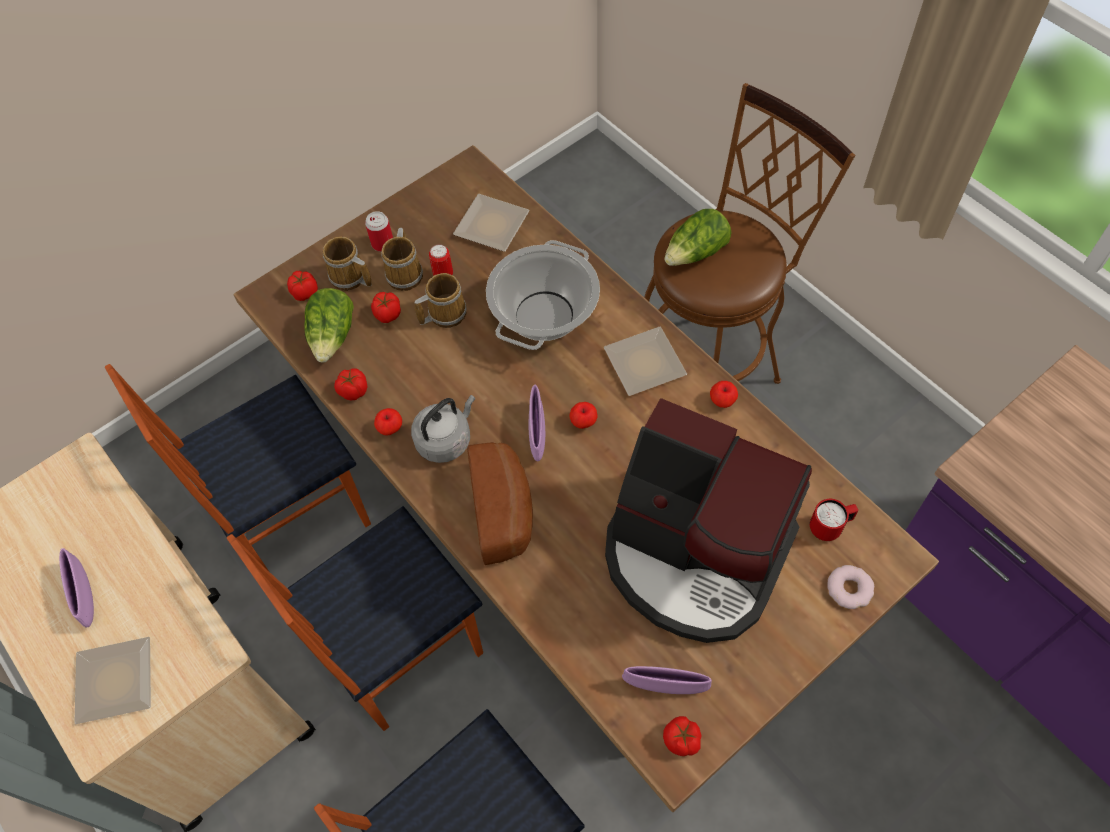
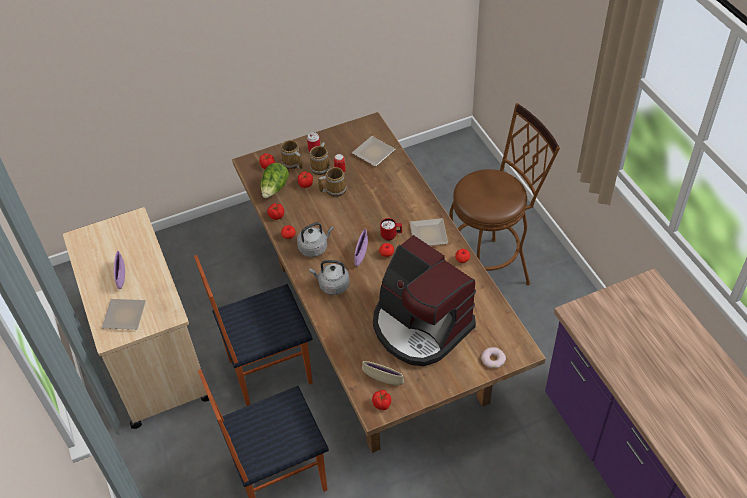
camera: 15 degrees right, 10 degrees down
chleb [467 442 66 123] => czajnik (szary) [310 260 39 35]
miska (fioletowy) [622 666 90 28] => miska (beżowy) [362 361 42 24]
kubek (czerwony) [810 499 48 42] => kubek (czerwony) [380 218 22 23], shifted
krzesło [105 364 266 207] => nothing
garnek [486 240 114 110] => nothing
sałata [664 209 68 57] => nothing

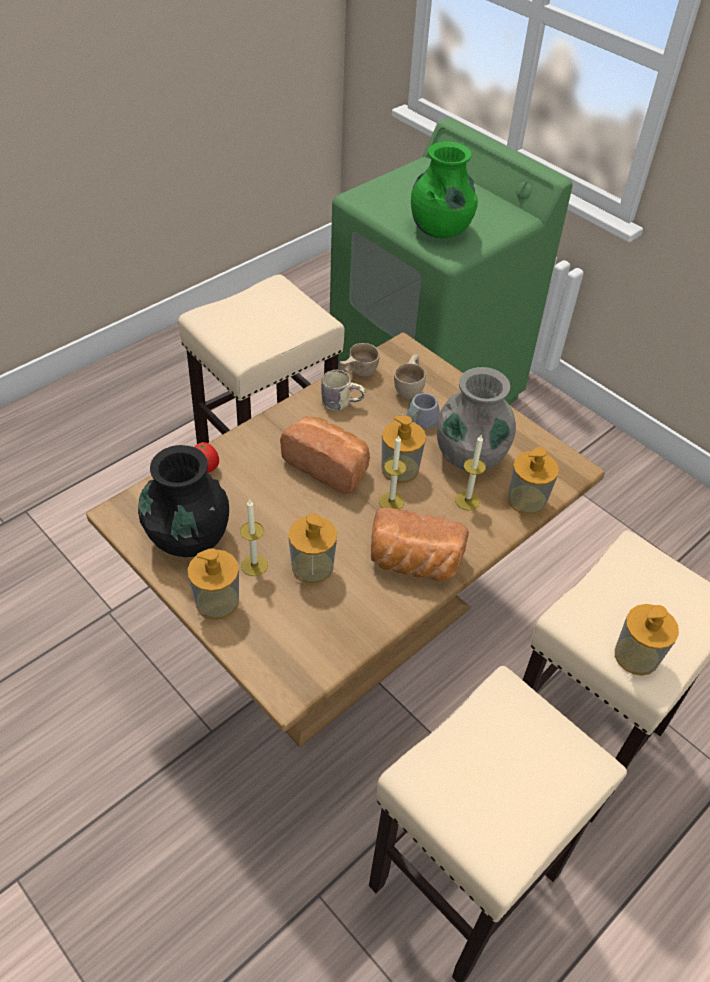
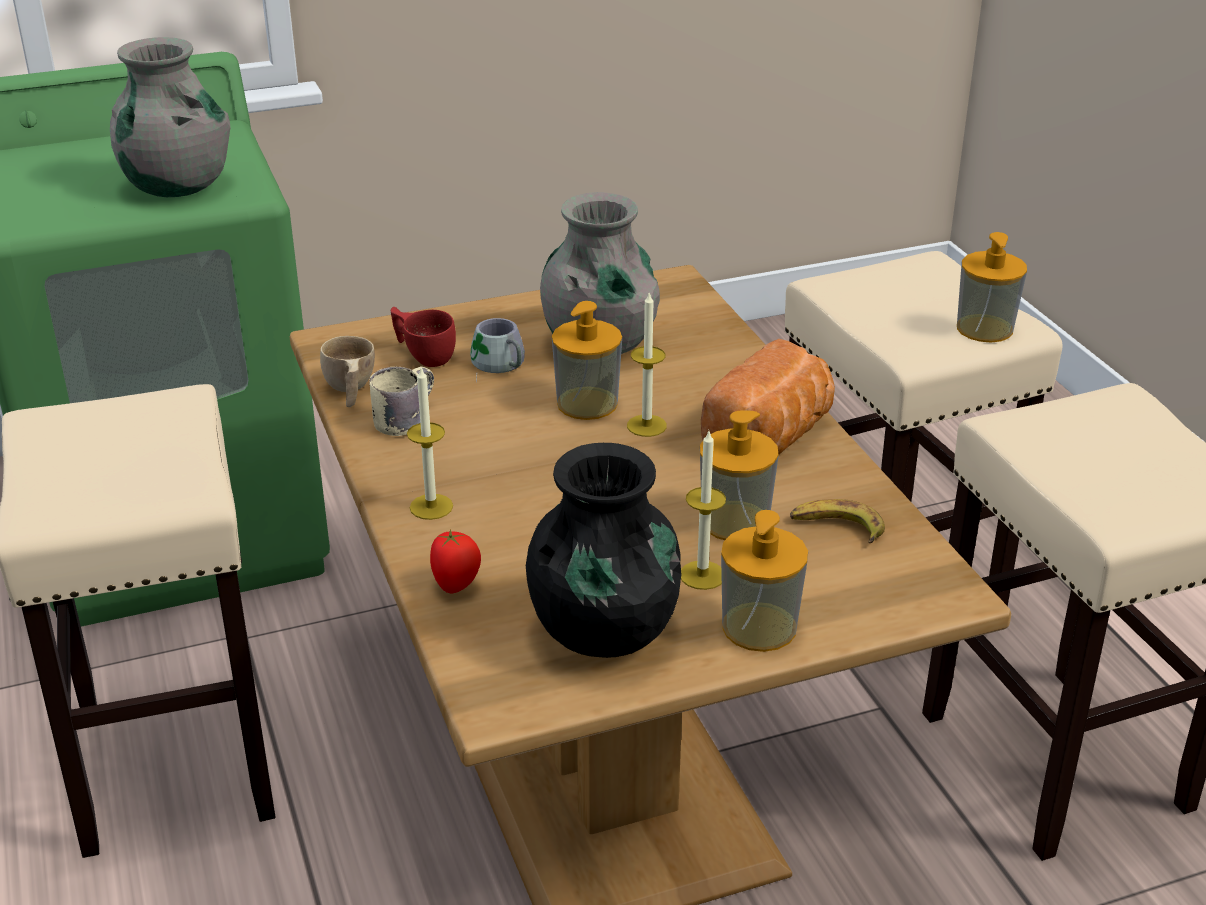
camera: 65 degrees left, 15 degrees down
wazon (zielony) [411 141 67 97] => wazon (szary) [110 37 121 160]
filiżanka (beżowy) [394 354 32 45] => filiżanka (czerwony) [391 307 65 60]
świeca [455 435 31 76] => świeca [407 368 46 152], shifted
nothing => banan [790 499 95 44]
chleb [280 416 90 78] => nothing
dozownik mydła [508 447 51 68] => nothing

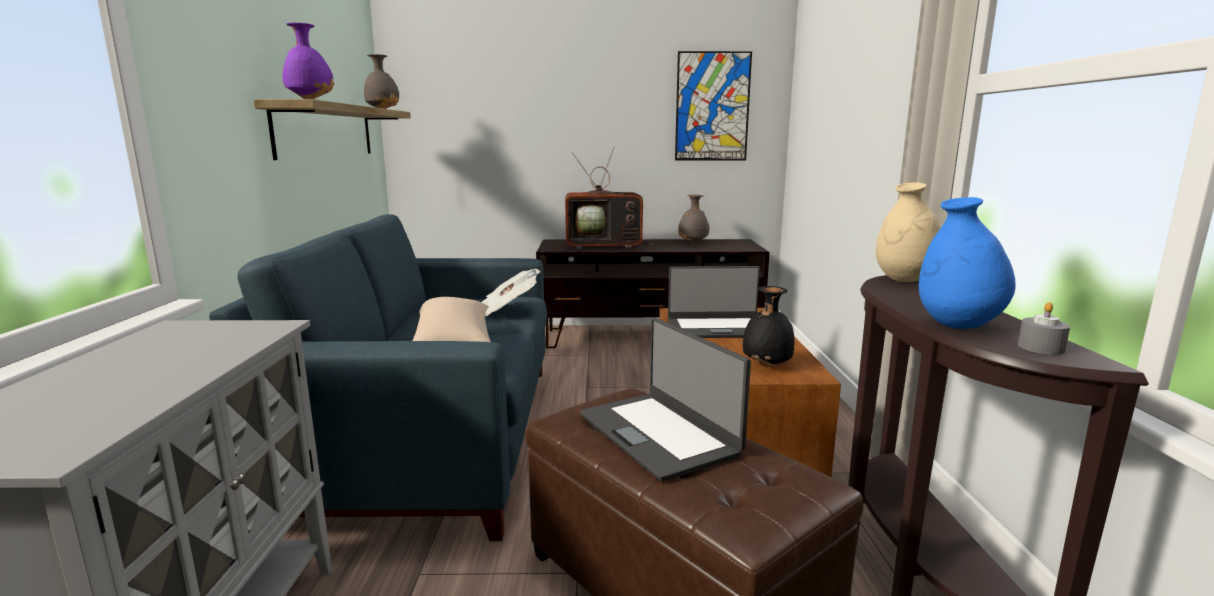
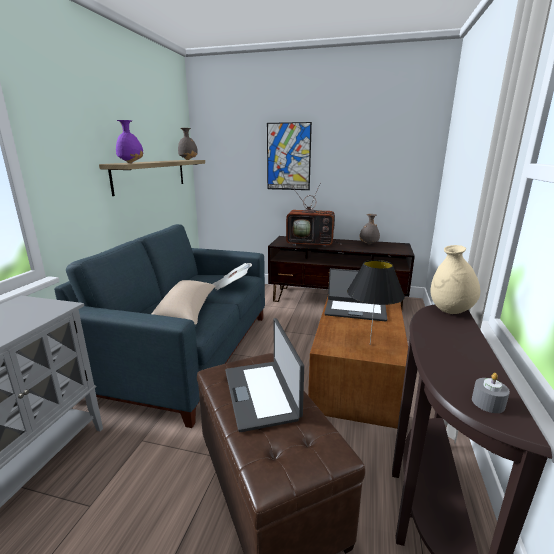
camera: 15 degrees right, 5 degrees up
obraz [675 51 77 110] => obraz [267 122 45 68], shifted
wazon (czarny) [743 286 51 81] => lampa stołowa (czarny) [347 260 58 84]
wazon (niebieski) [919 197 97 132] => nothing

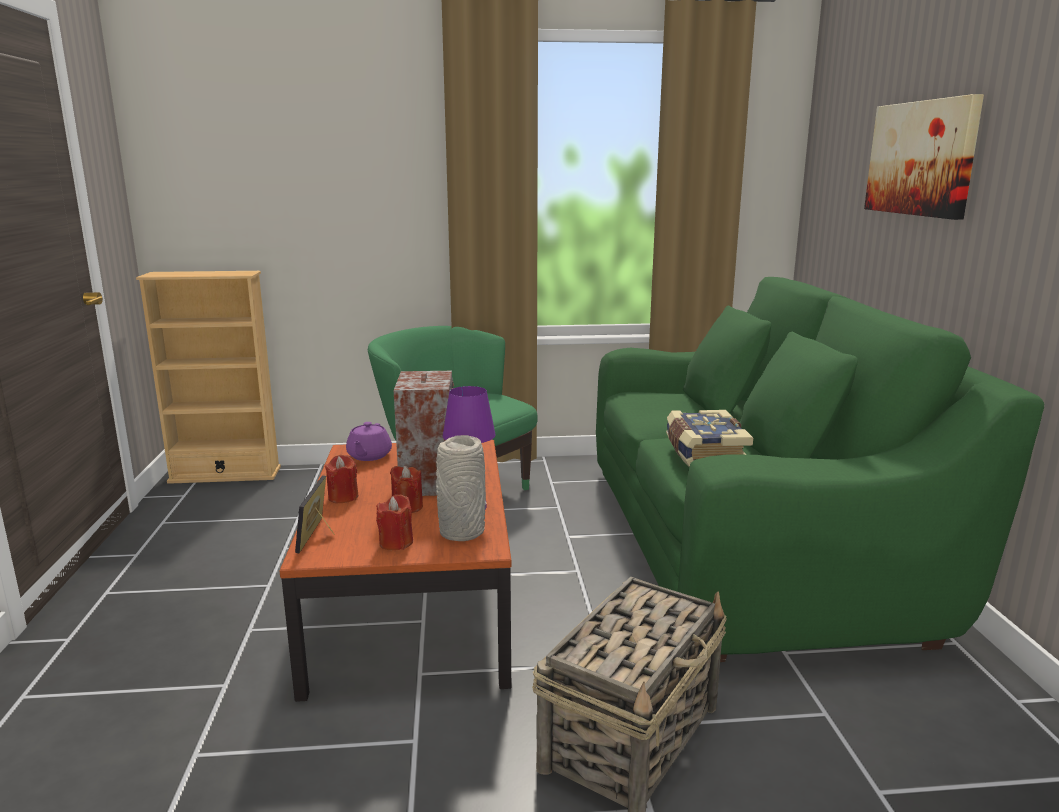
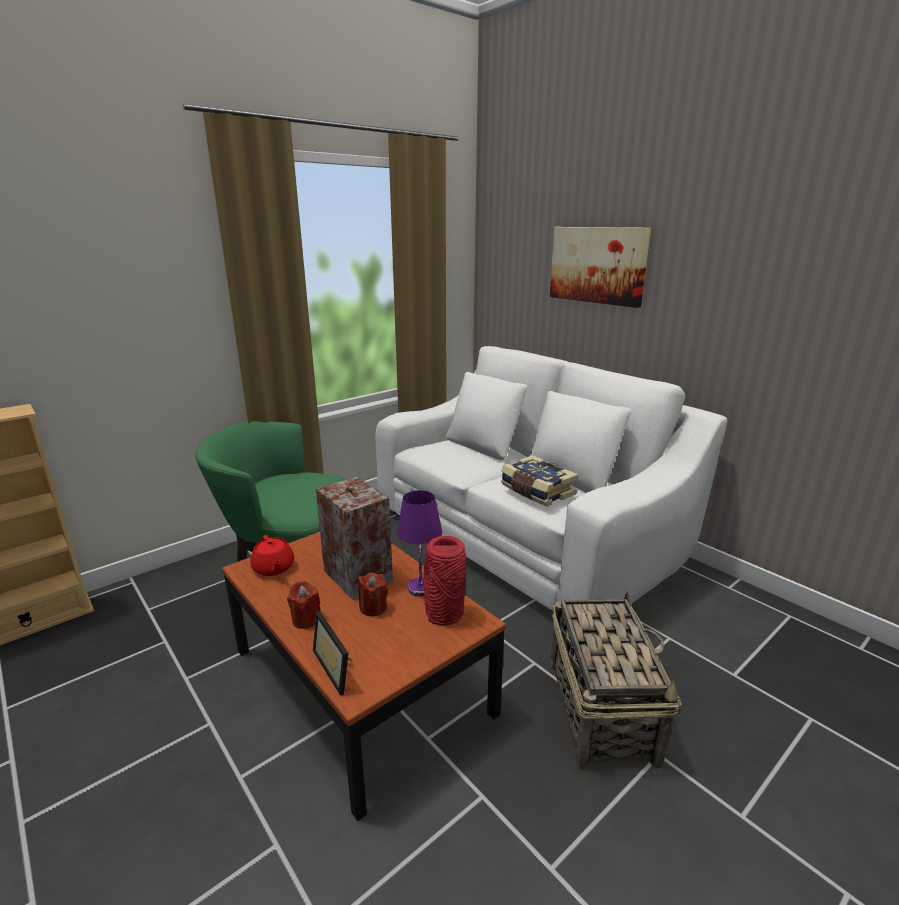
camera: 35 degrees left, 5 degrees up
imbryk (fioletowy) [346 422 46 39] => imbryk (czerwony) [250 535 44 41]
kanapa (zielony) [596 277 448 385] => kanapa (biały) [375 346 352 265]
wazon (szary) [436 435 50 106] => wazon (czerwony) [424 536 42 90]
świeca (czerwony) [376 495 37 55] => nothing

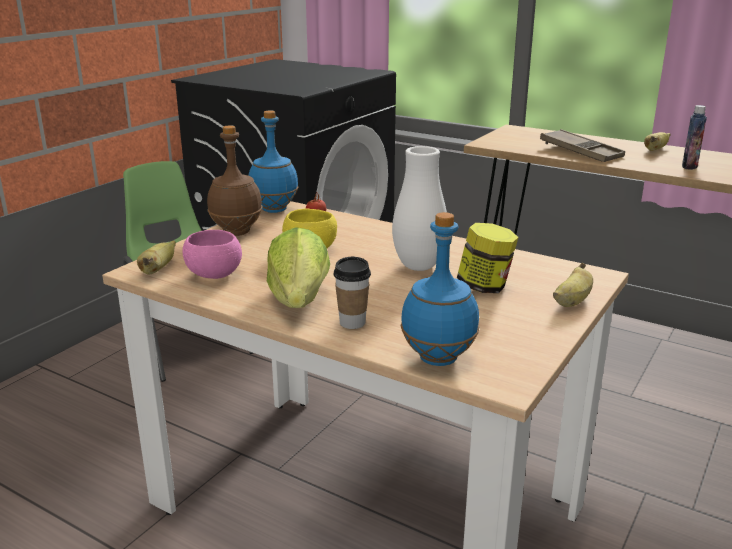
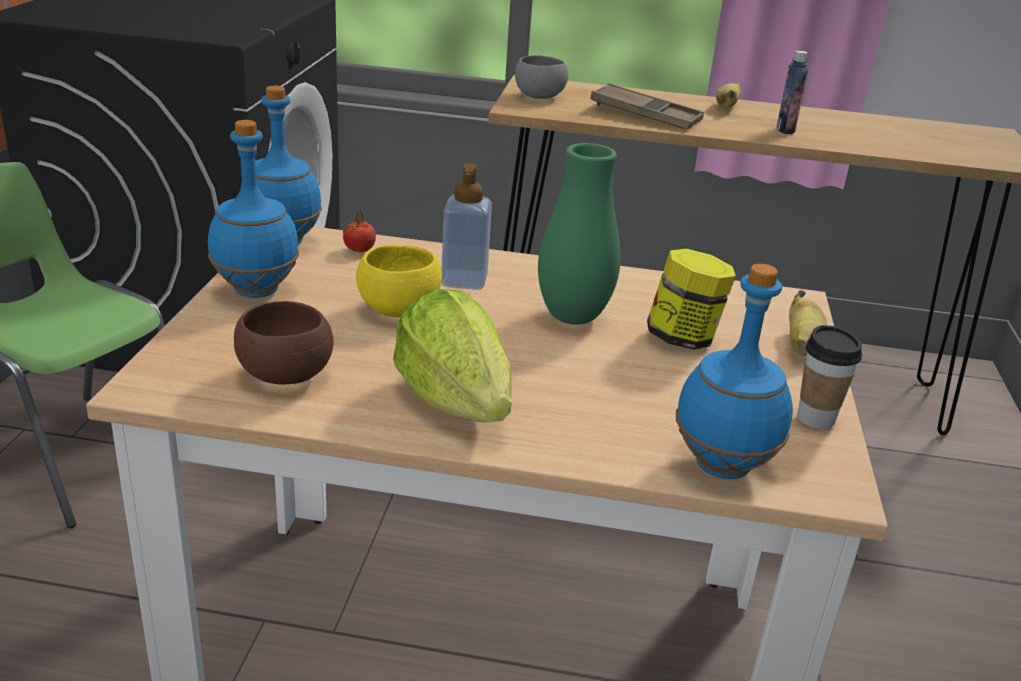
camera: 25 degrees left, 5 degrees up
butelka (brązowy) [207 125 55 111] => butelka (niebieski) [208 120 91 178]
miska (różowy) [182 230 60 49] => miska (brązowy) [234 301 100 83]
nothing => dozownik mydła [441 163 51 127]
nothing => miska (szary) [515 55 53 44]
wazon (biały) [392 146 55 125] => wazon (zielony) [538 143 83 182]
filiżanka [333 256 38 73] => filiżanka [797 325 65 104], shifted
banan [137 240 39 35] => nothing

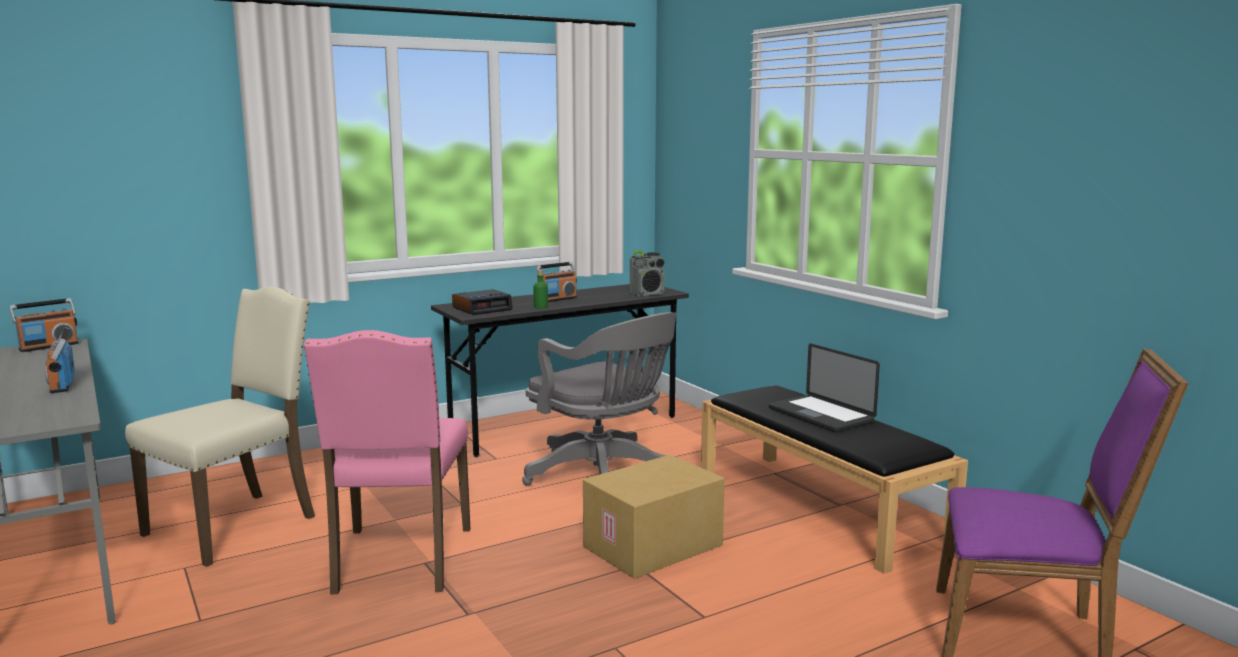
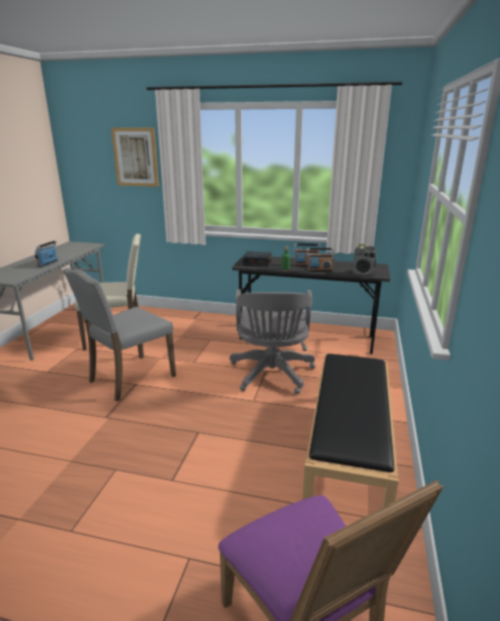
camera: 45 degrees right, 10 degrees up
krzesło (różowy) [304 330 166 264] => krzesło (szary) [63 268 113 134]
nothing => obraz [111 128 48 59]
radio [9 298 70 54] => radio [307 248 27 23], shifted
karton [583 454 142 125] => nothing
laptop [769 344 111 88] => nothing

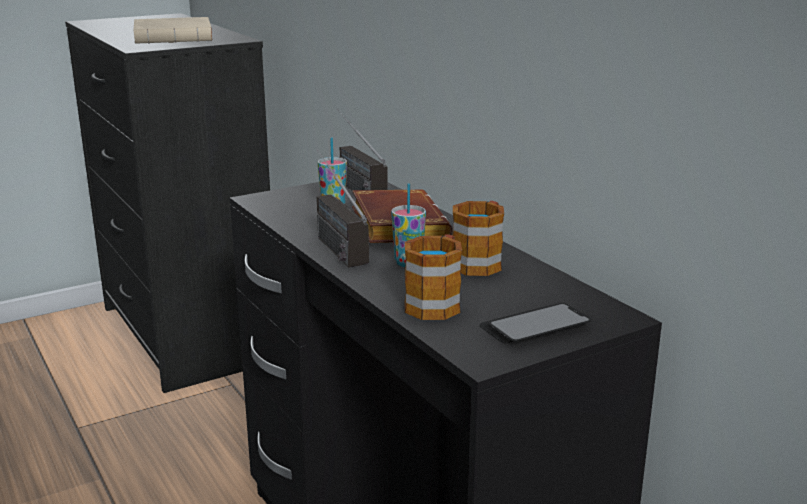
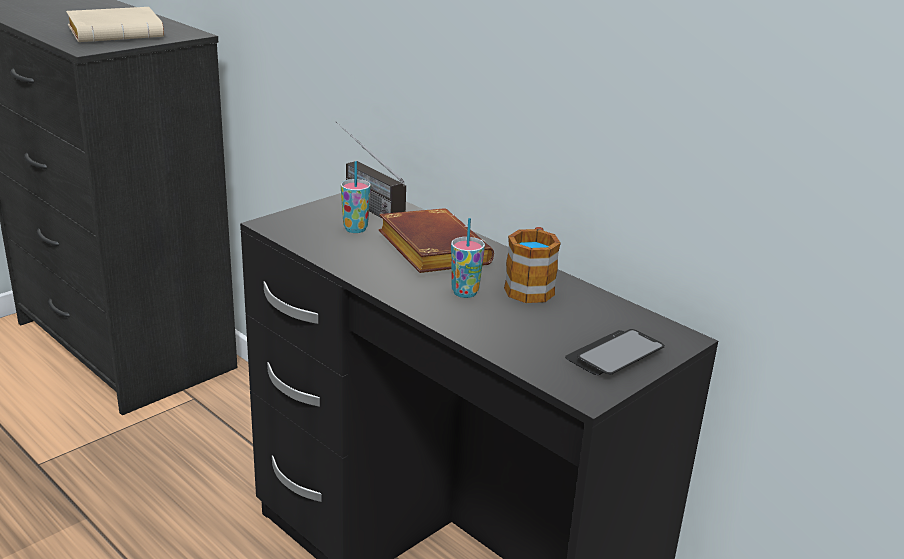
camera: 15 degrees left, 5 degrees up
radio [317 149 52 119] => nothing
kubek [404 234 58 86] => nothing

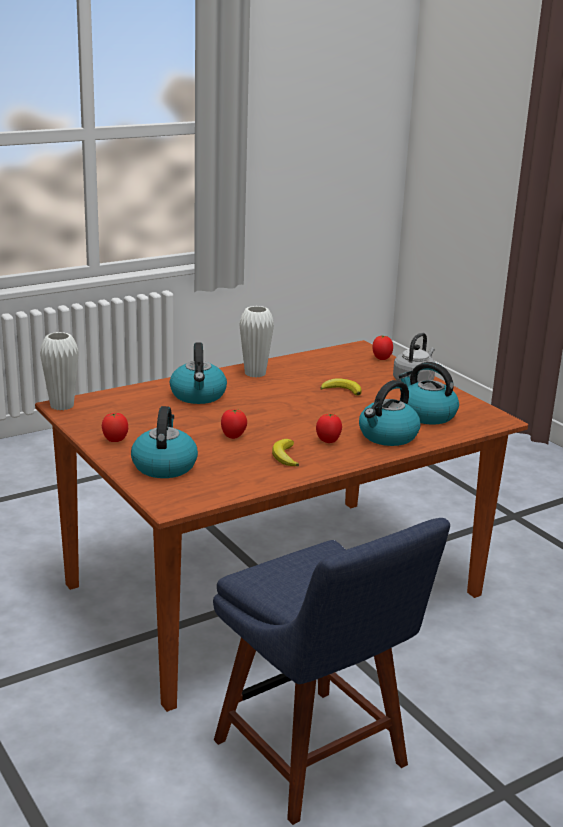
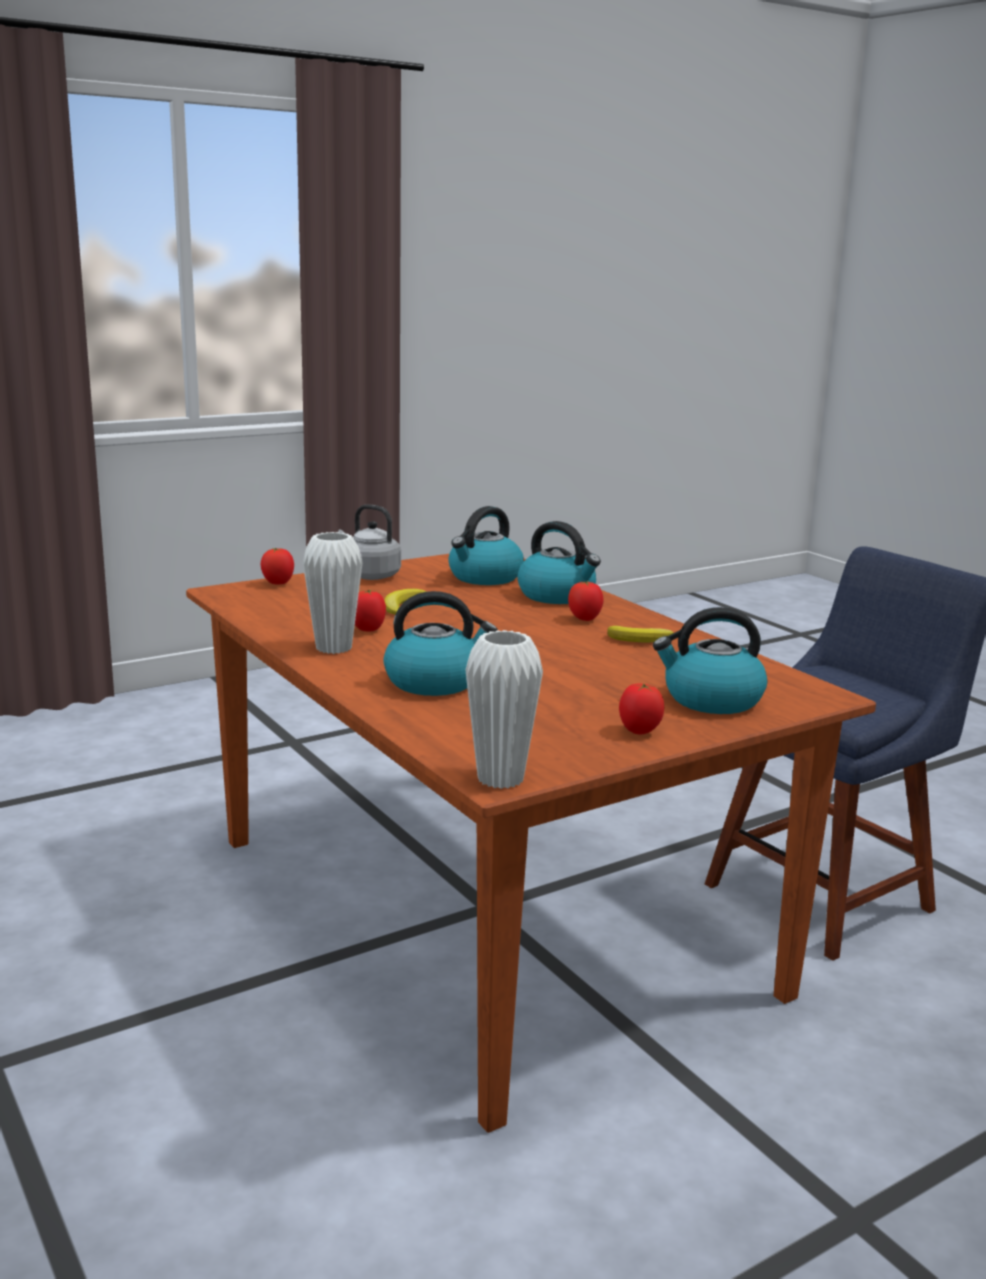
camera: 90 degrees left, 5 degrees down
pomidor [221 409 26 30] => pomidor [355 590 31 42], shifted

